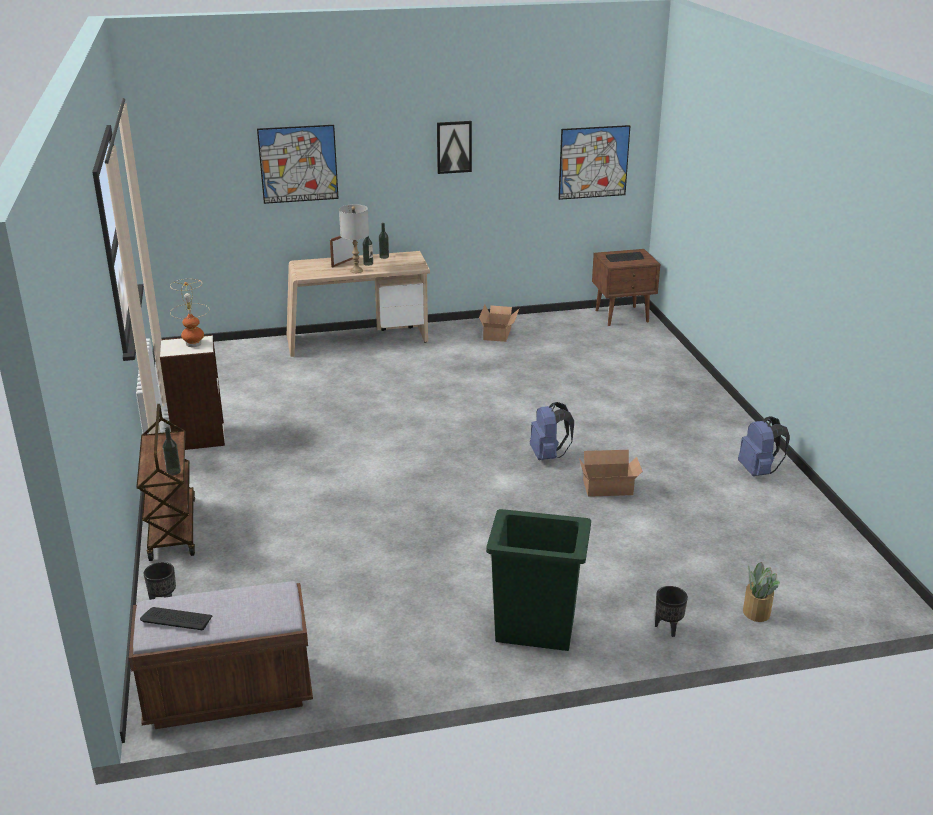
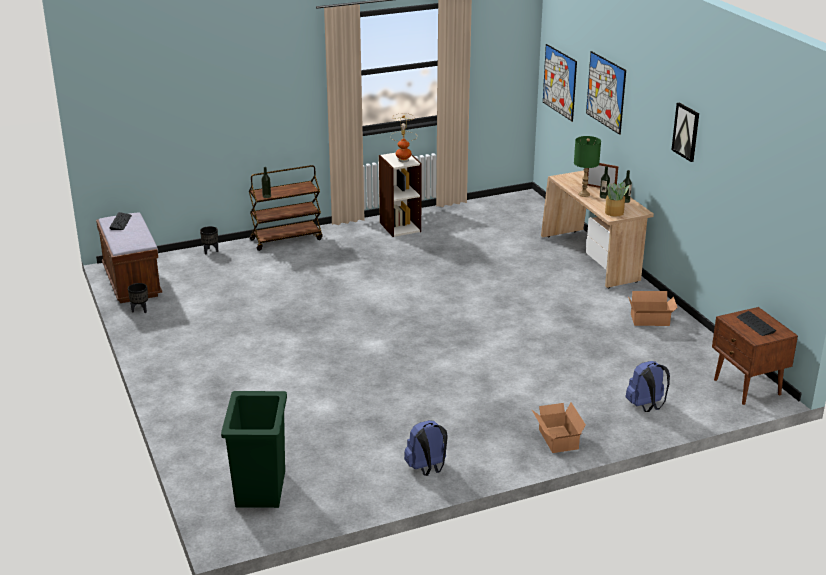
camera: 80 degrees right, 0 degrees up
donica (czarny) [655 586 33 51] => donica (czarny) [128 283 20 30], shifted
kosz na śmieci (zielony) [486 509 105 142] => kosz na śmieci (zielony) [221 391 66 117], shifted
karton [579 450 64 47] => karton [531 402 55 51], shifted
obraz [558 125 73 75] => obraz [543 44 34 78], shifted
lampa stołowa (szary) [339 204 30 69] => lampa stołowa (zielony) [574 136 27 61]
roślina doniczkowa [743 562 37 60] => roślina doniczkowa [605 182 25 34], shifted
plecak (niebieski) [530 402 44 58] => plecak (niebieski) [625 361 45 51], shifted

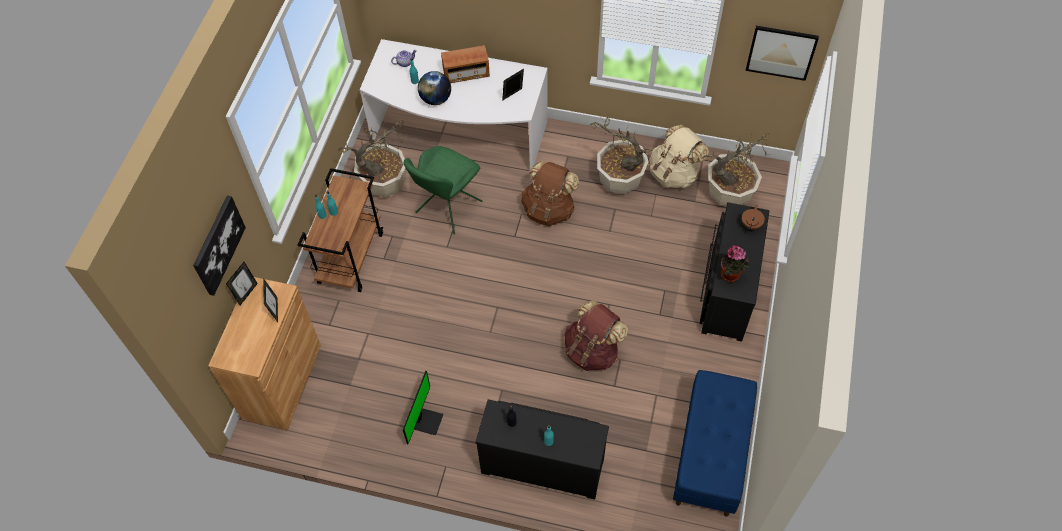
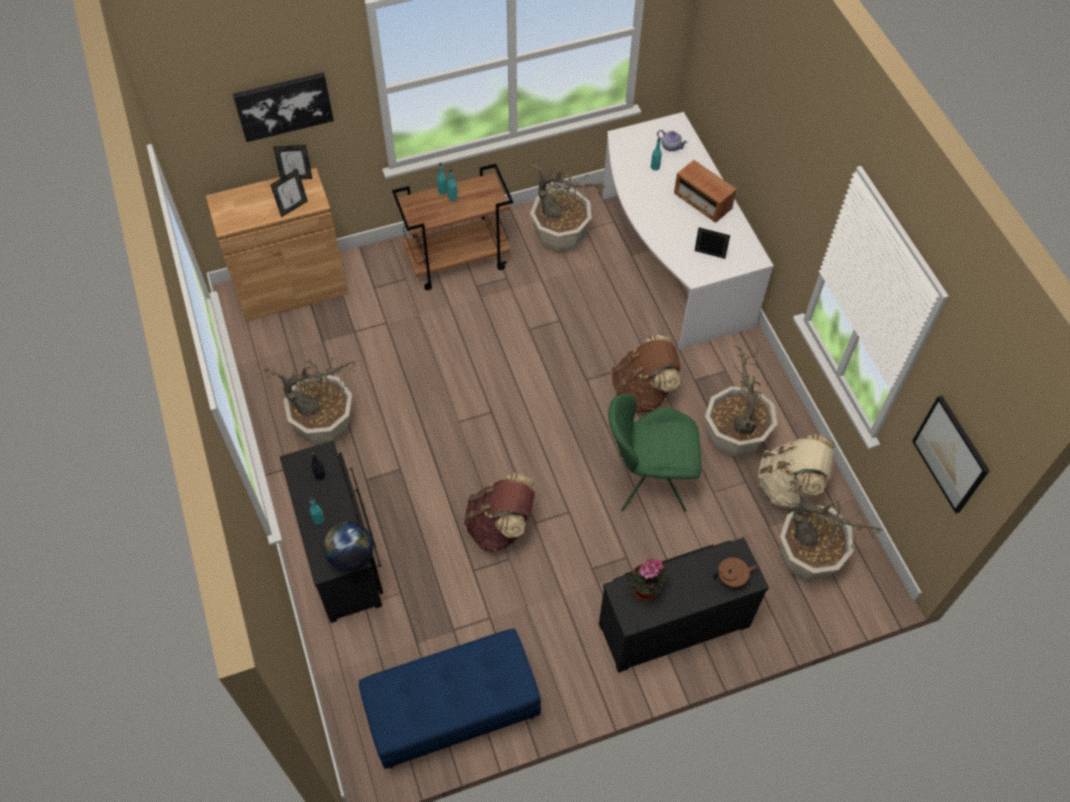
camera: 55 degrees right, 0 degrees up
monitor [403 371 41 73] => roślina doniczkowa [265 356 92 89]
globus [418 71 33 34] => globus [323 522 50 50], shifted
krzesło (zielony) [404 146 78 88] => krzesło (zielony) [608 394 94 118], shifted

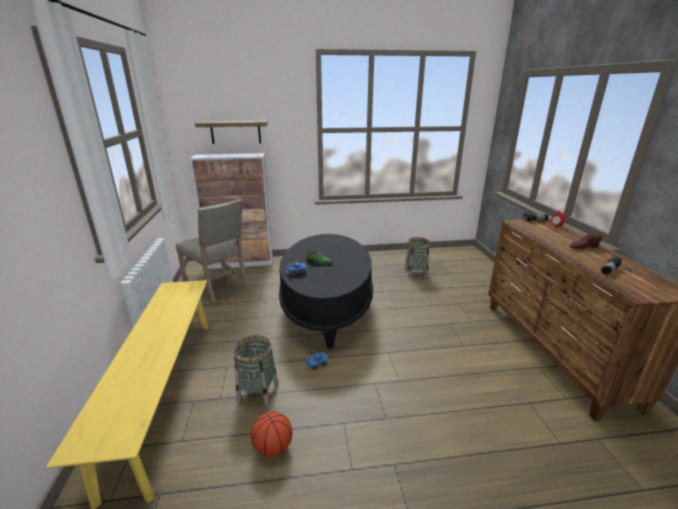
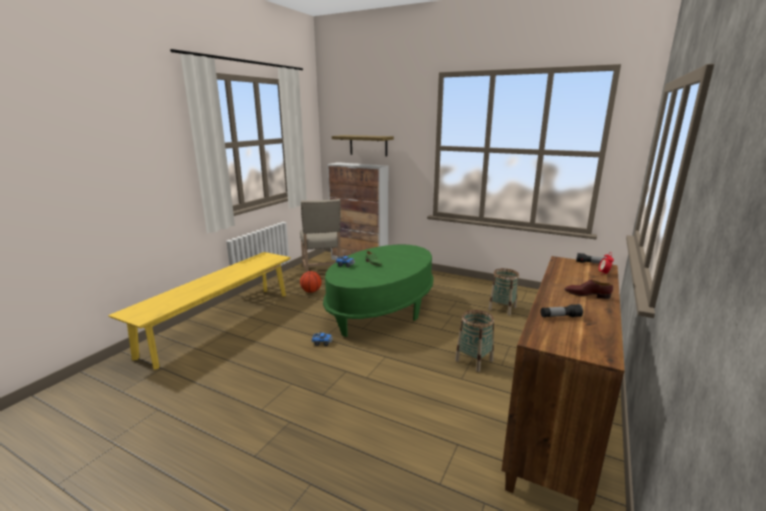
camera: 35 degrees right, 5 degrees down
piłka do koszykówki [251 411 41 46] => piłka do koszykówki [300 271 22 22], shifted
ława (czarny) [279 234 94 115] => ława (zielony) [323 245 111 92]
koszyk [234 335 44 71] => koszyk [455 310 39 62], shifted

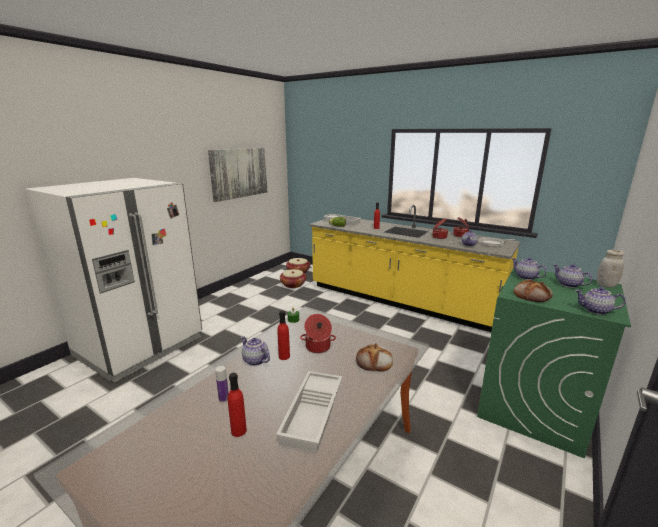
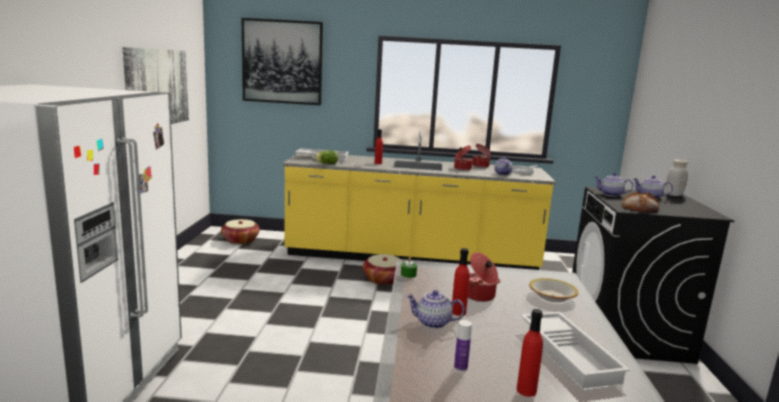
camera: 30 degrees left, 5 degrees down
nothing => obraz [242 18 81 87]
koszyk [280 269 26 19] => koszyk [363 254 37 31], shifted
chleb [356 343 37 28] => miska [529 278 49 24]
pralka (zielony) [477 268 154 191] => pralka (czarny) [572 187 163 177]
imbryk [575 287 51 28] => nothing

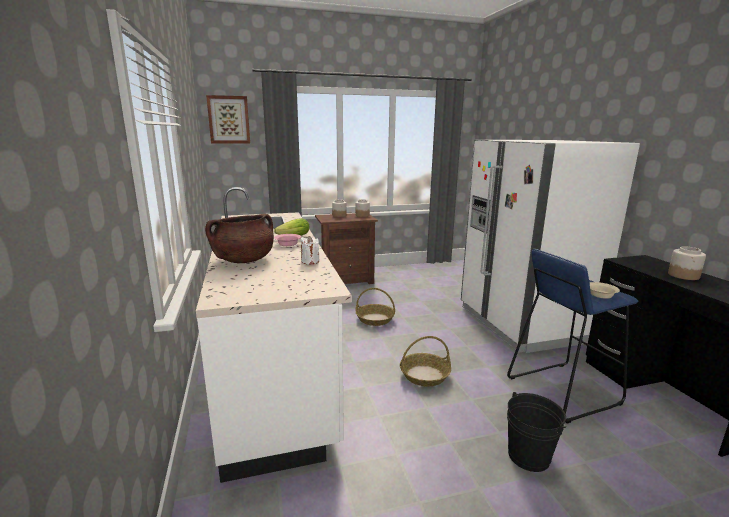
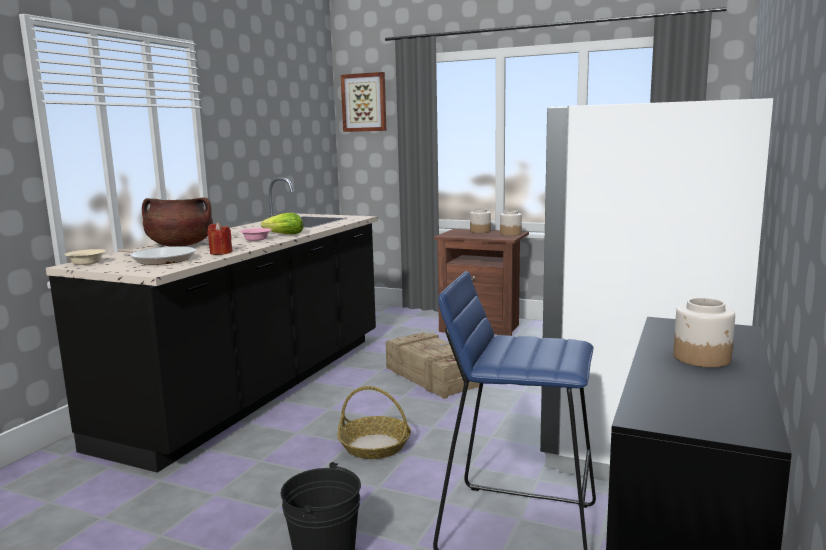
camera: 40 degrees right, 5 degrees down
zabudowa kuchenna (biały) [196 187 156 296] => zabudowa kuchenna (czarny) [46 177 332 296]
miska (beżowy) [590 282 30 17] => miska (beżowy) [64 249 42 16], shifted
nothing => patelnia [118 246 78 19]
świeca (biały) [301 236 18 28] => świeca (czerwony) [207 222 26 33]
koszyk [356 288 39 38] => skrzynka [386 332 94 67]

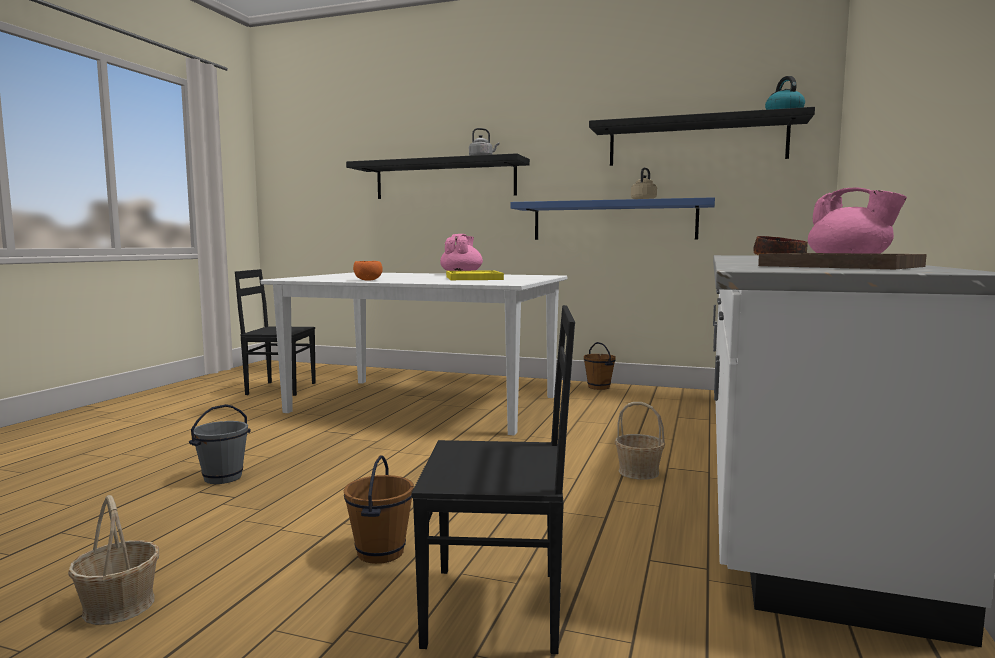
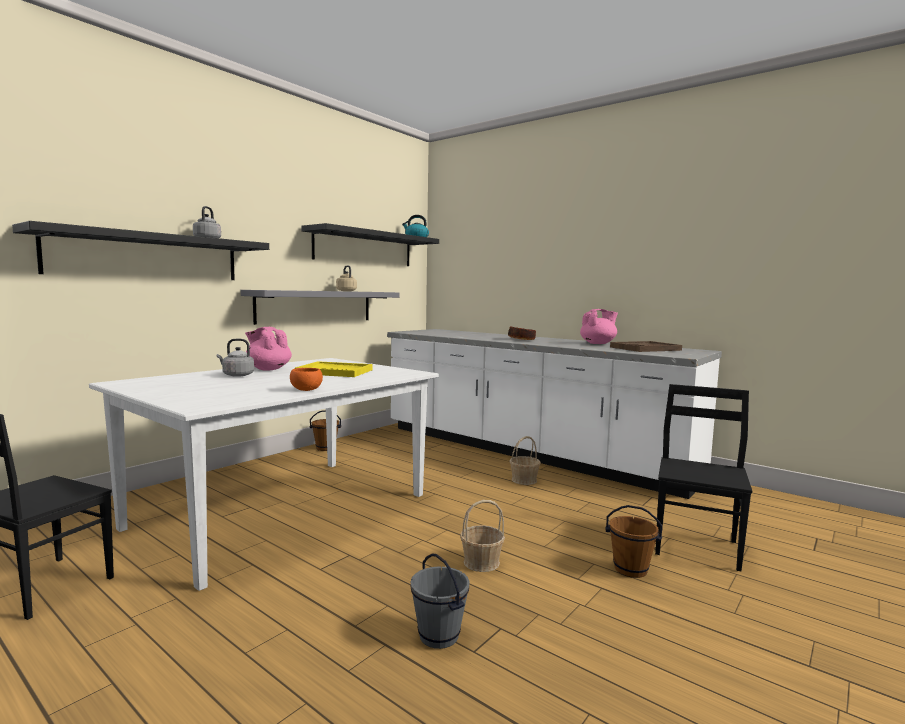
camera: 70 degrees left, 0 degrees up
nothing => czajnik (szary) [217 339 37 38]
półka (niebieski) [511 197 204 43] => półka (szary) [241 290 159 35]
koszyk [68 495 91 130] => koszyk [460 500 45 72], shifted

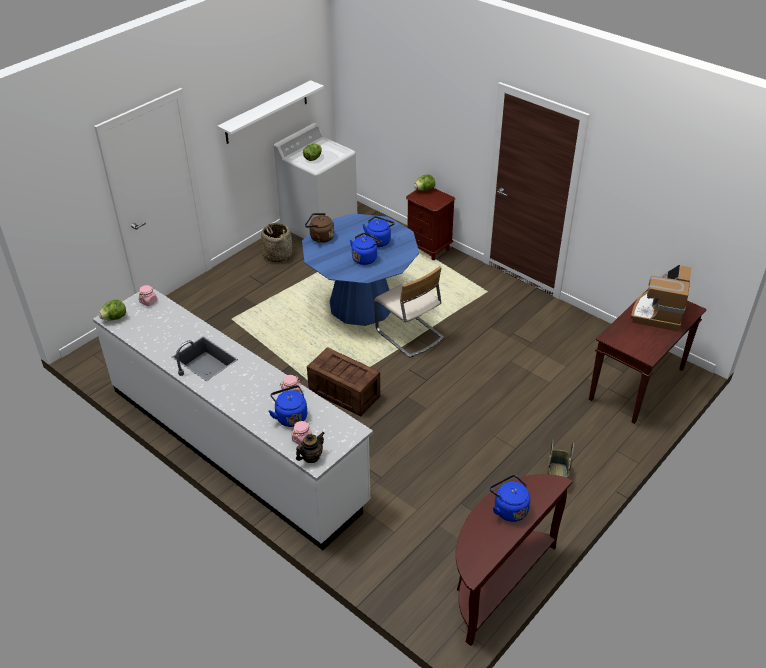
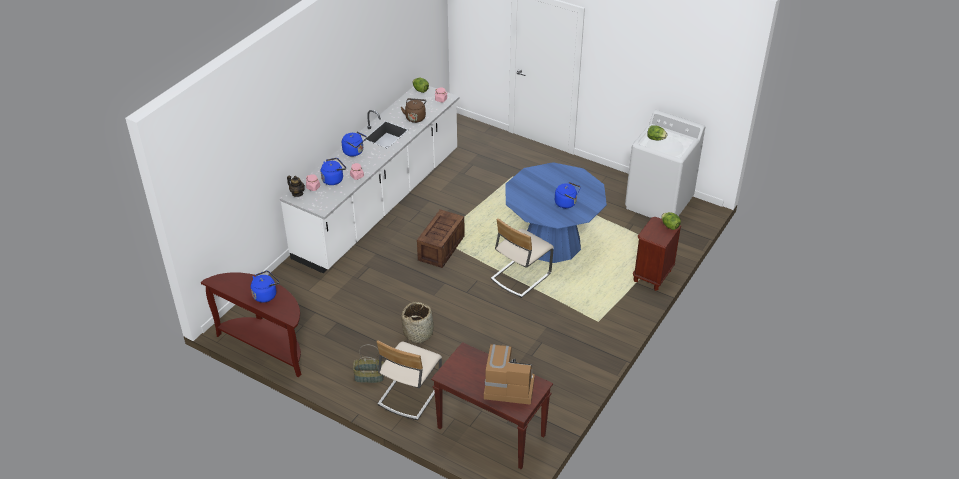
camera: 80 degrees right, 0 degrees up
czajnik (niebieski) [350 233 32 32] => czajnik (niebieski) [342 132 25 24], shifted
nothing => krzesło (beżowy) [377 340 65 80]
czajnik (brązowy) [305 213 29 30] => czajnik (brązowy) [401 98 25 25], shifted
koszyk [261 223 31 39] => koszyk [401 302 33 42], shifted
półka (biały) [217 80 107 64] => nothing

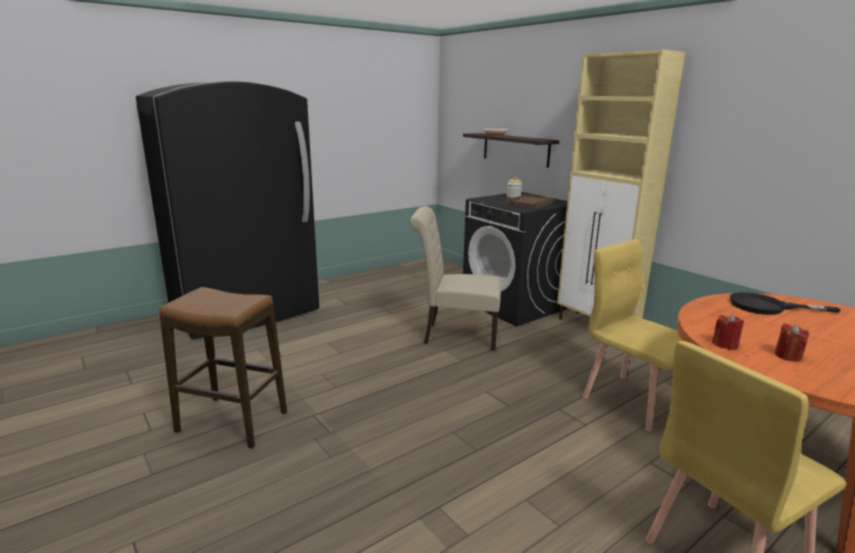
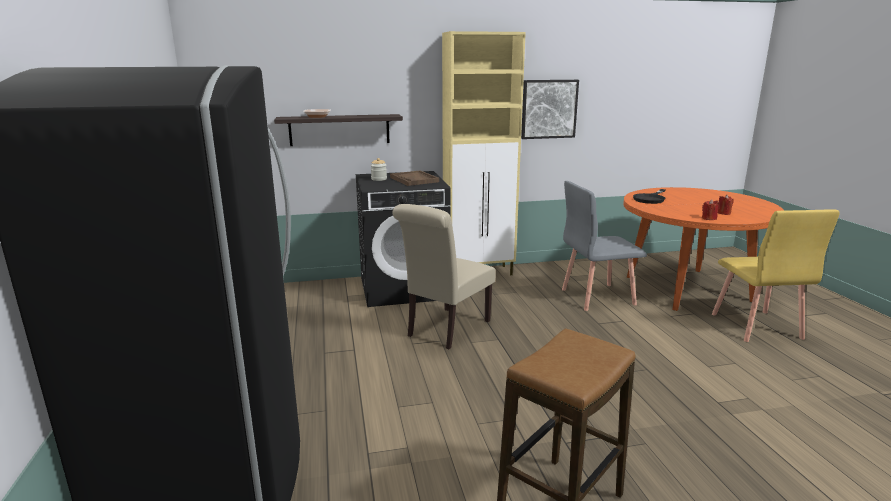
camera: 65 degrees left, 0 degrees up
nothing => obraz [521 80 58 59]
krzesło (żółty) [583 239 99 193] => krzesło (szary) [562 181 85 130]

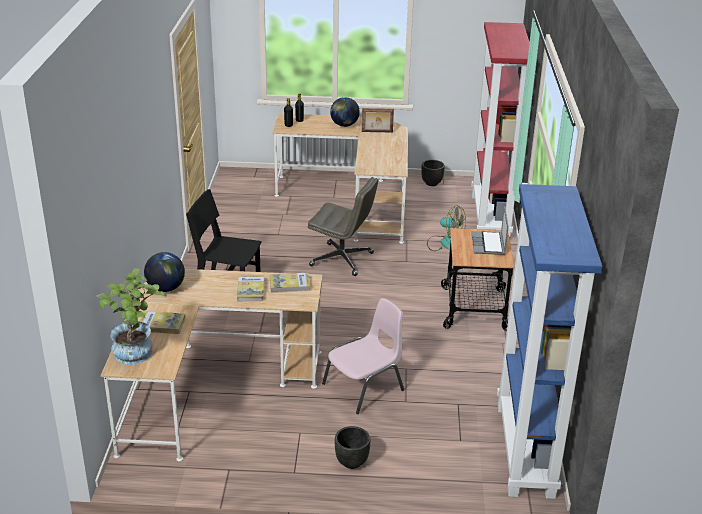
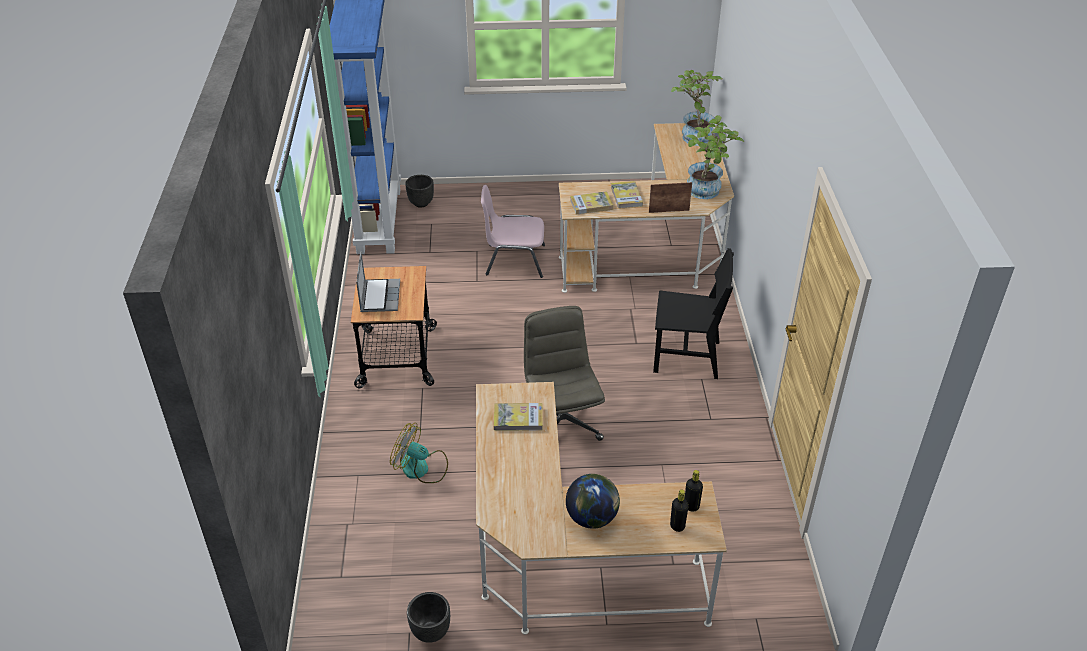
camera: 175 degrees right, 10 degrees up
donica (czarny) [335 426 36 43] => donica (czarny) [405 175 29 33], shifted
krzesło (różowy) [322 298 82 116] => krzesło (różowy) [481 185 64 93], 45 degrees clockwise
książka [140 311 46 23] => książka [494 403 49 28], shifted
krzesło biurowe (szary) [308 177 70 99] => krzesło biurowe (szary) [524 306 81 135], 60 degrees clockwise
ramka na zdjęcie [362 108 32 24] => ramka na zdjęcie [649 182 43 31], shifted
globus [144 252 41 40] => roślina doniczkowa [686 115 58 84]
regał (czerwony) [471 22 59 216] => nothing

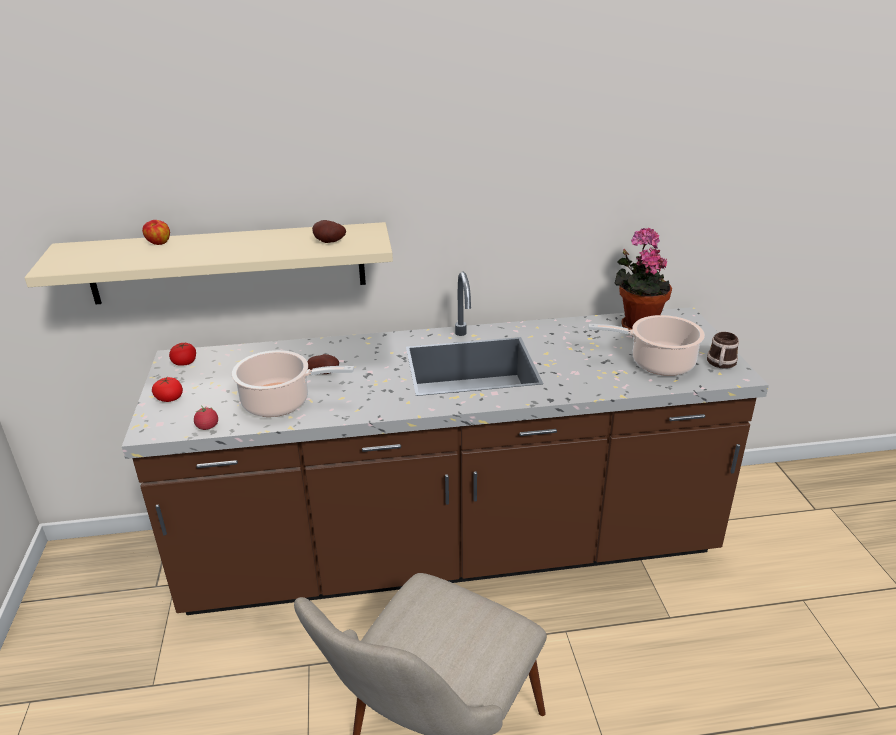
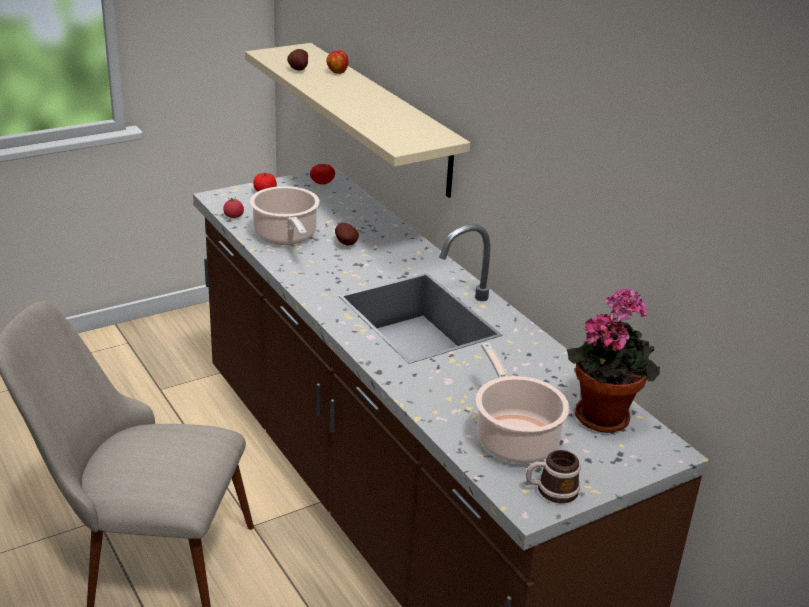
camera: 65 degrees right, 0 degrees up
ziemniak [312 220 34 23] => ziemniak [287 49 21 21], shifted

